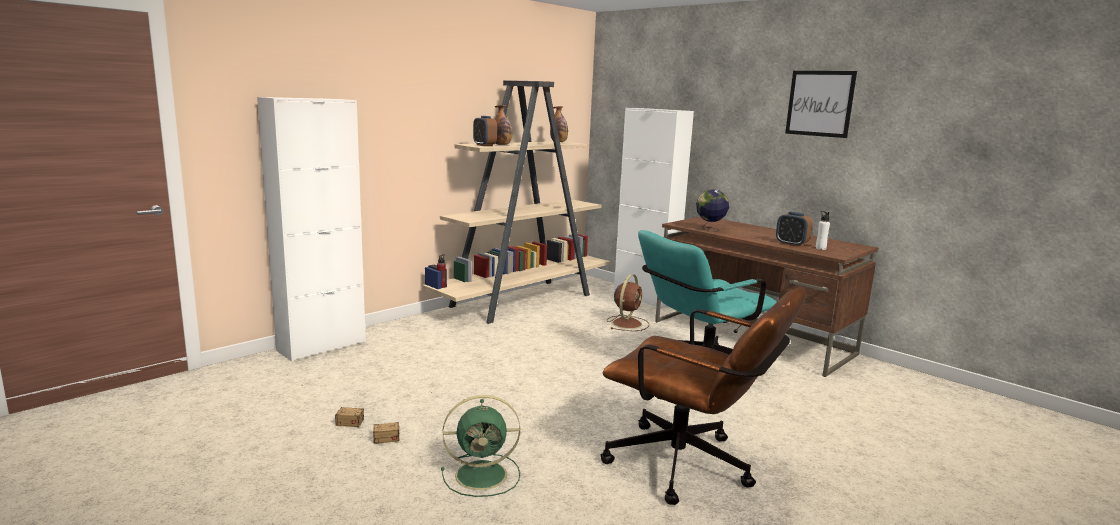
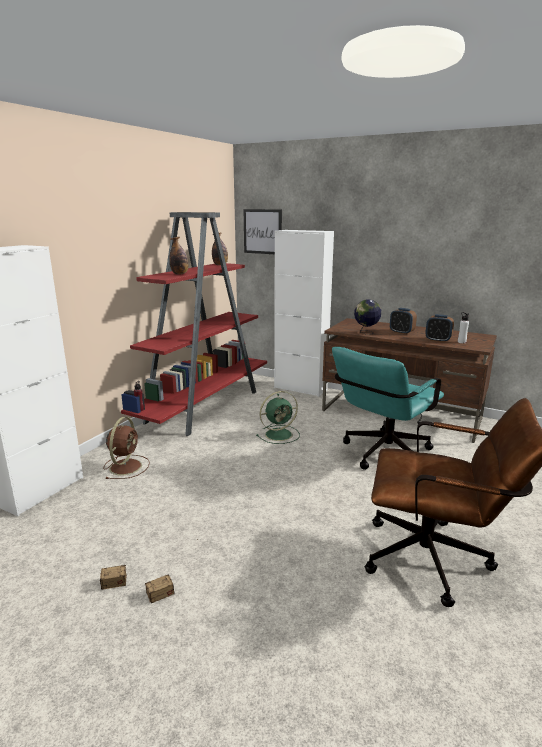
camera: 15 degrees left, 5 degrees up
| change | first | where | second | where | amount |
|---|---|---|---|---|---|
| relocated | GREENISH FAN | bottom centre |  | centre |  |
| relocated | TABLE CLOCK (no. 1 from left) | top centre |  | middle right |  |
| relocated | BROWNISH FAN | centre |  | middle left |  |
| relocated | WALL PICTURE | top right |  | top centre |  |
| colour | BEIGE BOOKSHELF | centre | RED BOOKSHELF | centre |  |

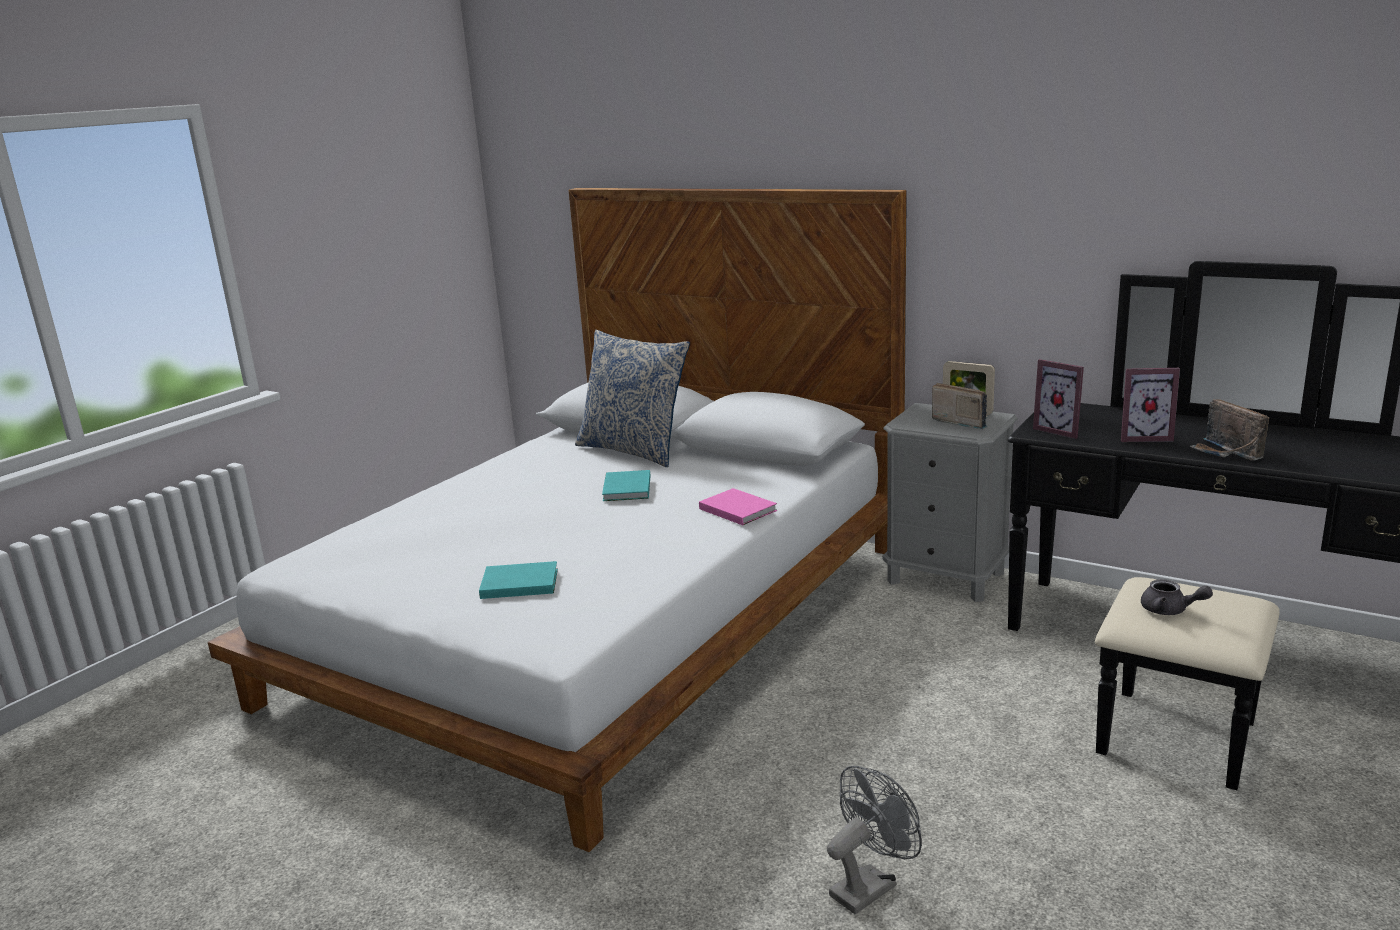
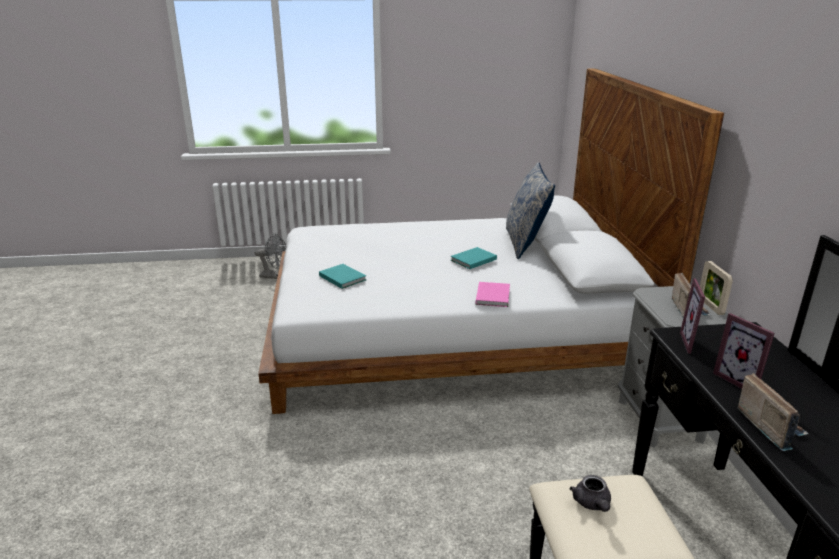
camera: 50 degrees right, 5 degrees up
| change | first | where | second | where | amount |
|---|---|---|---|---|---|
| relocated | GRAY FAN | bottom centre |  | middle left |  |
| spun | RADIO RECEIVER (no. 2 from left) | middle right |  | bottom right | 135 degrees clockwise |

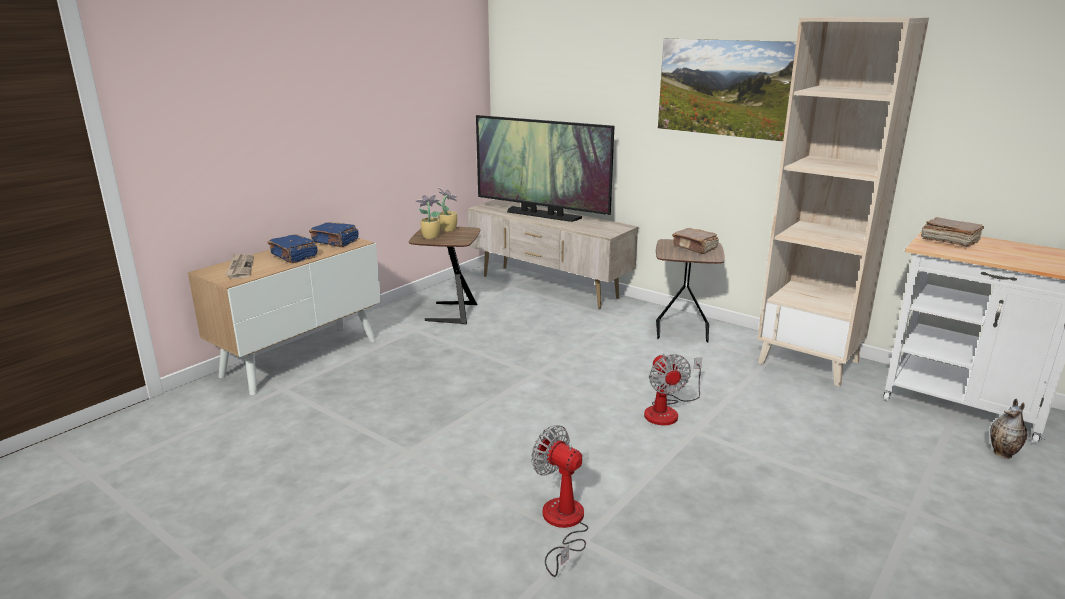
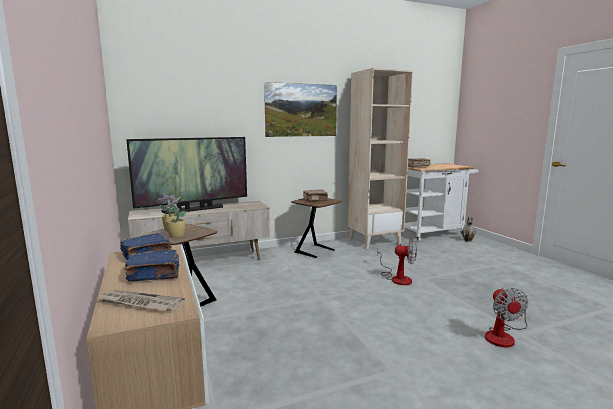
camera: 60 degrees left, 10 degrees down
| change | first | where | second | where | amount |
|---|---|---|---|---|---|
| spun | FAN (no. 1 from left in the first image) | bottom centre | FAN (no. 2 from left) | bottom right | 75 degrees counterclockwise |

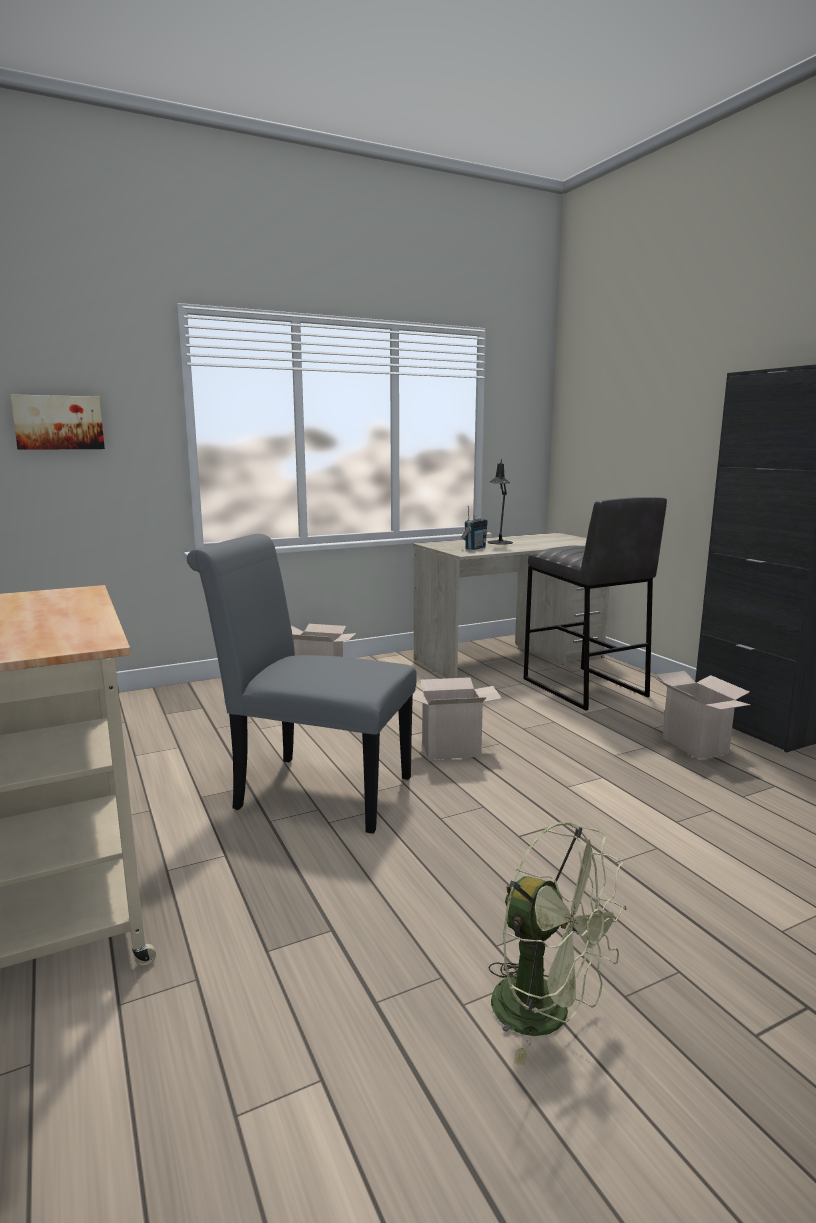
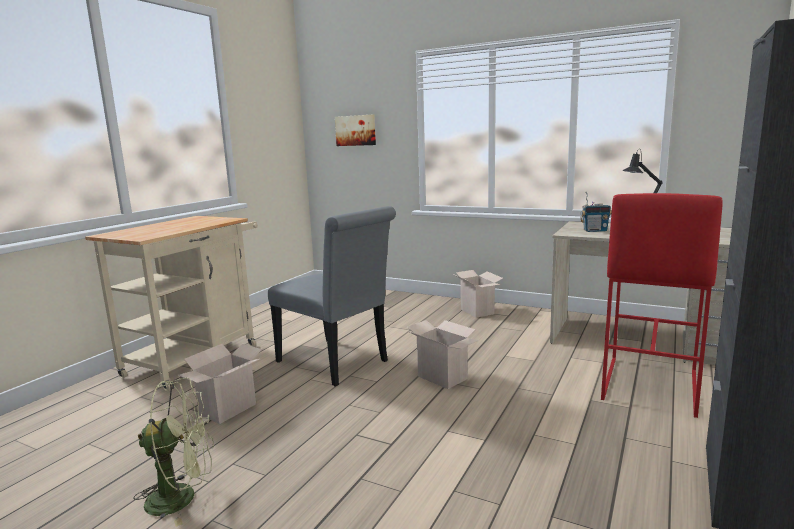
camera: 55 degrees right, 0 degrees up
| change | first | where | second | where | amount |
|---|---|---|---|---|---|
| relocated | PACKING BOX (no. 3 from left in the first image) | middle right | PACKING BOX (no. 1 from left) | bottom left |  |
| colour | GRAY SITTING STOOL | middle right | RED SITTING STOOL | middle right |  |
| spun | GRAY PLAIN CHAIR | centre |  | centre | 150 degrees clockwise |
| spun | GREENISH FAN | bottom right |  | bottom left | 105 degrees counterclockwise |

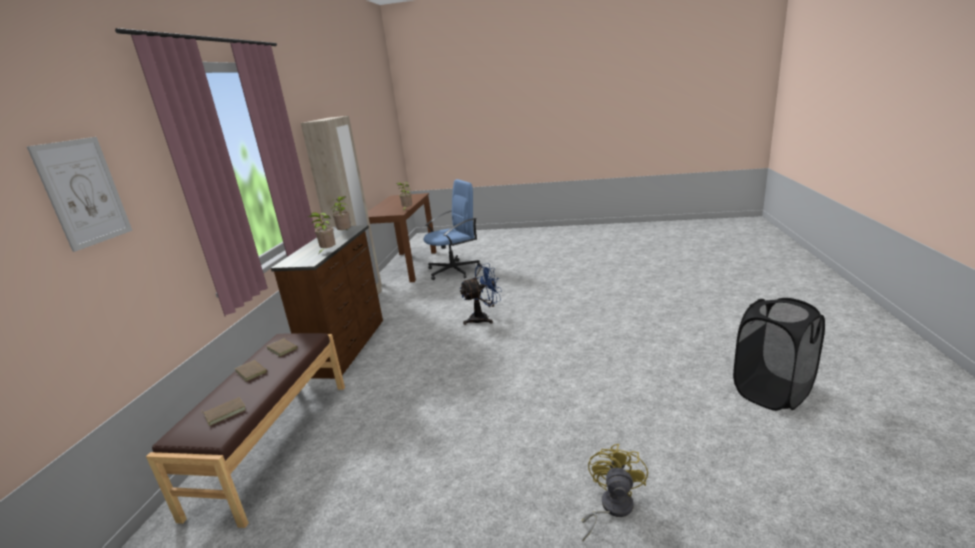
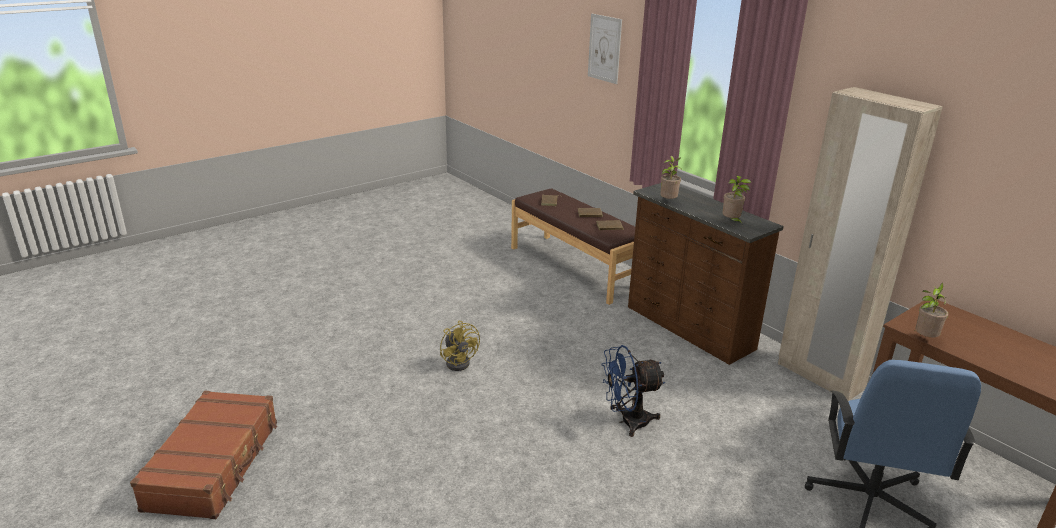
camera: 130 degrees right, 5 degrees up
| change | first | where | second | where | amount |
|---|---|---|---|---|---|
| relocated | YELLOWISH FAN | bottom centre |  | centre |  |
| exchanged | BLACK-COLOURED WASHING BASKET | middle right | BROWNISH SUITCASE | bottom left |  |
| spun | BLUISH FAN | centre |  | bottom centre | 60 degrees clockwise |

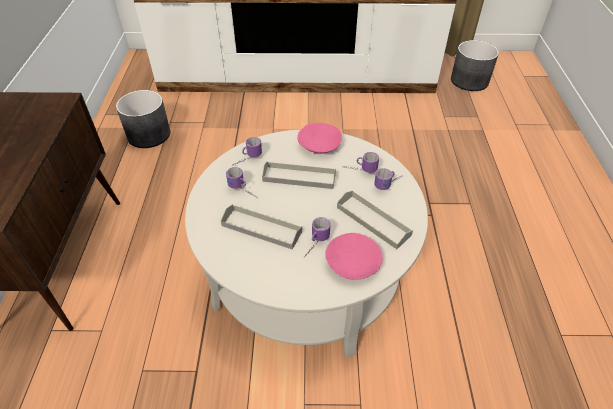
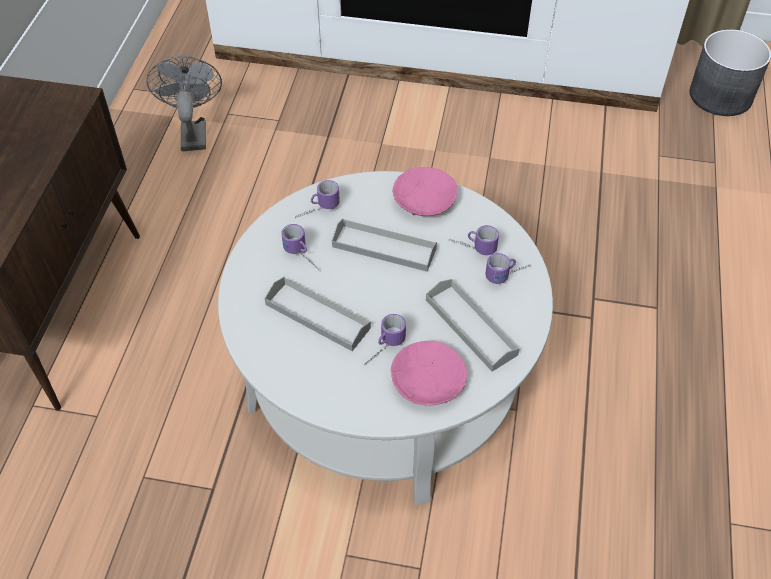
camera: 10 degrees right, 5 degrees up
| change | first | where | second | where | amount |
|---|---|---|---|---|---|
| exchanged | GRAY PLANTER (no. 1 from left) | top left | GRAY FAN | top left |  |

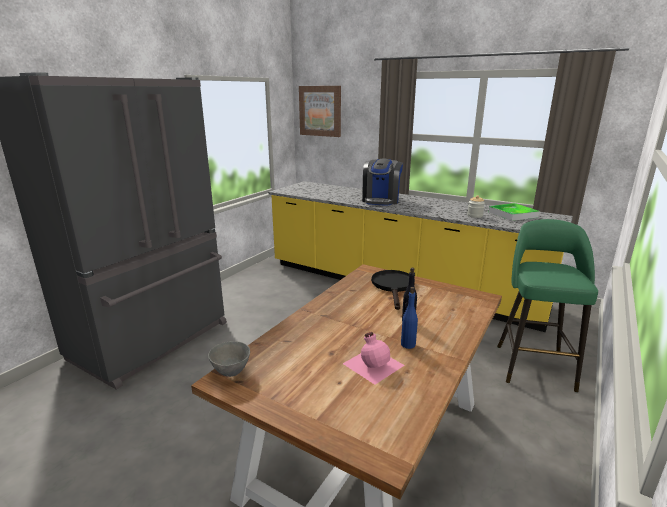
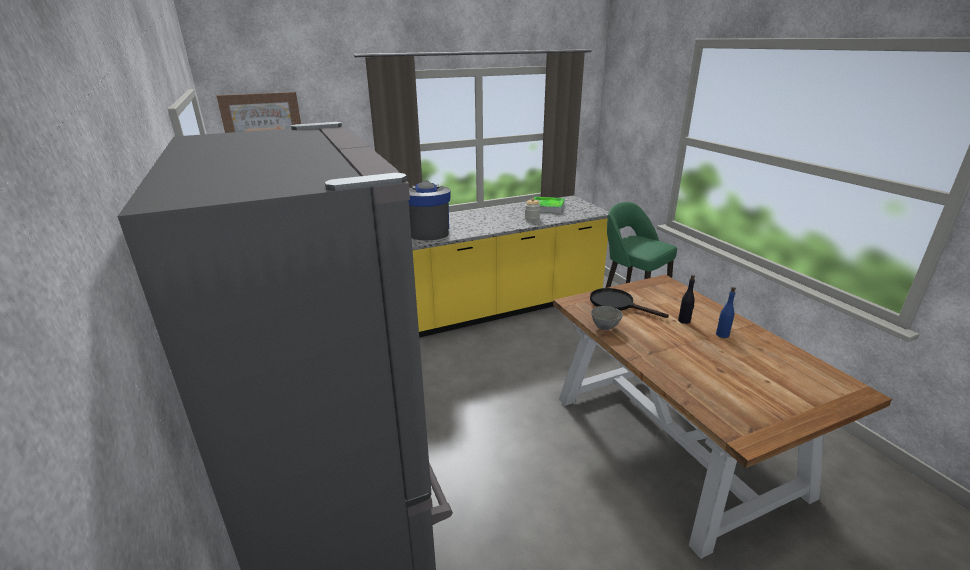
camera: 55 degrees left, 5 degrees up
| change | first | where | second | where | amount |
|---|---|---|---|---|---|
| missing | PINKISH BEVERAGE BOTTLE | bottom centre |  |  |  |
| relocated | GRAY BOWL | bottom centre |  | centre |  |
| spun | COFFEE MACHINE | centre |  | centre | 150 degrees counterclockwise |

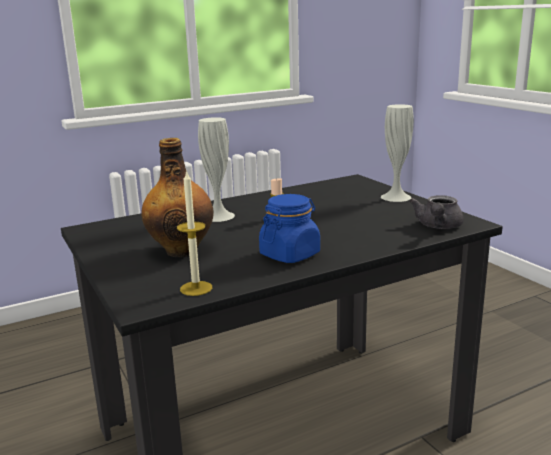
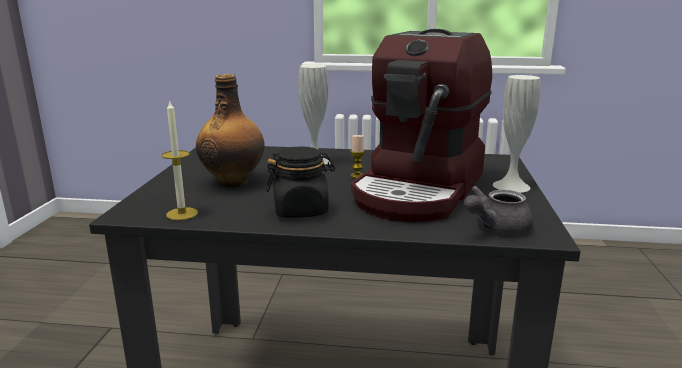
camera: 35 degrees right, 0 degrees up
| change | first | where | second | where | amount |
|---|---|---|---|---|---|
| appeared |  |  | COFFEE MACHINE | centre |  |
| colour | BLUISH STORAGE JAR | centre | BLACK-COLOURED STORAGE JAR | centre |  |

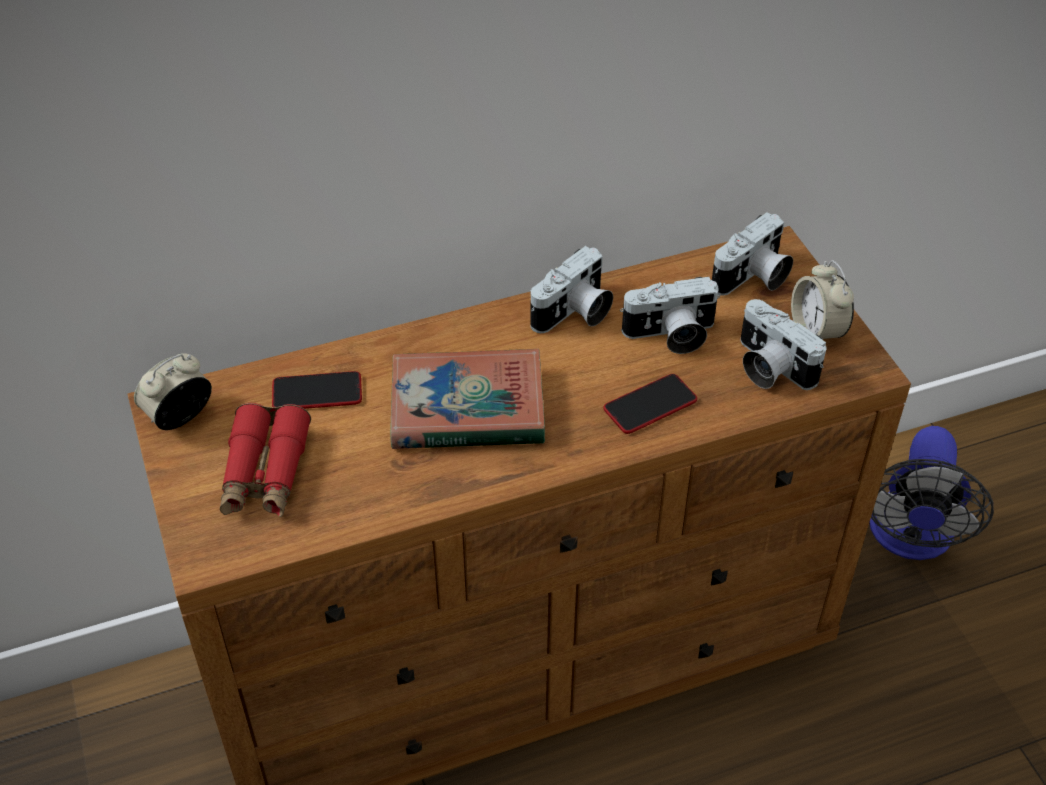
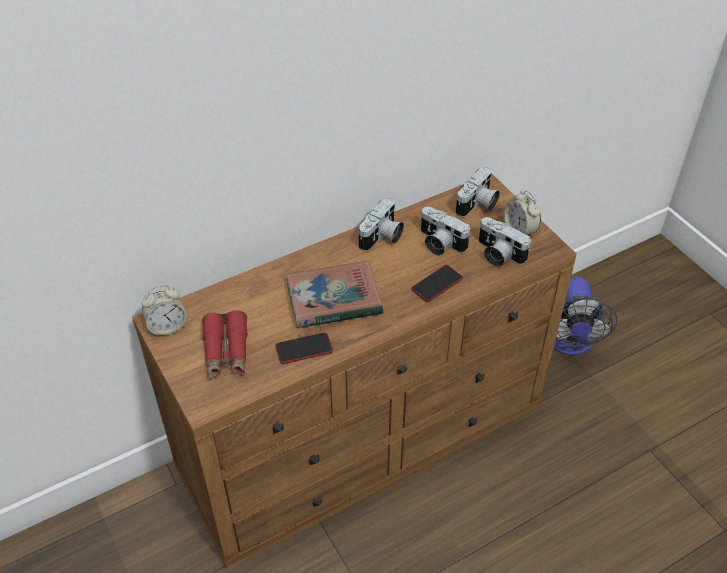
camera: 10 degrees left, 0 degrees up
| change | first | where | second | where | amount |
|---|---|---|---|---|---|
| relocated | PHONE (no. 1 from left) | middle left |  | centre |  |
| spun | TABLE CLOCK (no. 1 from left) | middle left |  | middle left | 150 degrees counterclockwise |
| spun | STILL CAMERA (no. 2 from left) | centre |  | centre | 60 degrees clockwise |

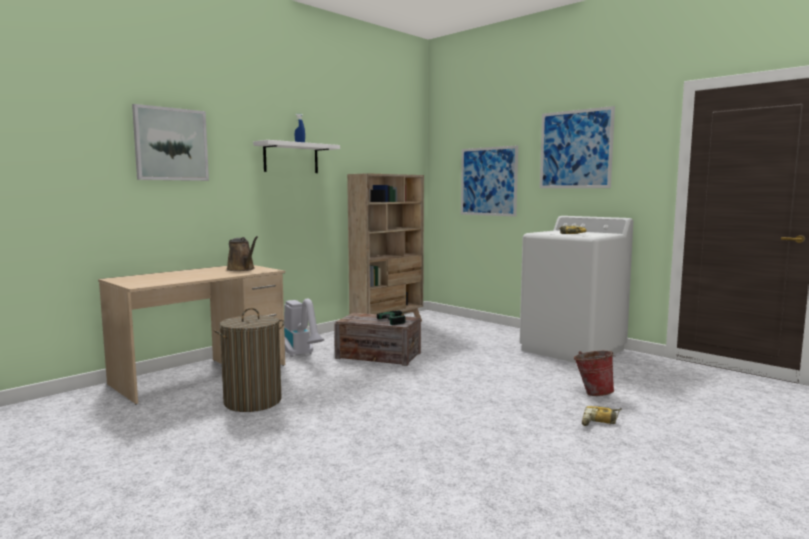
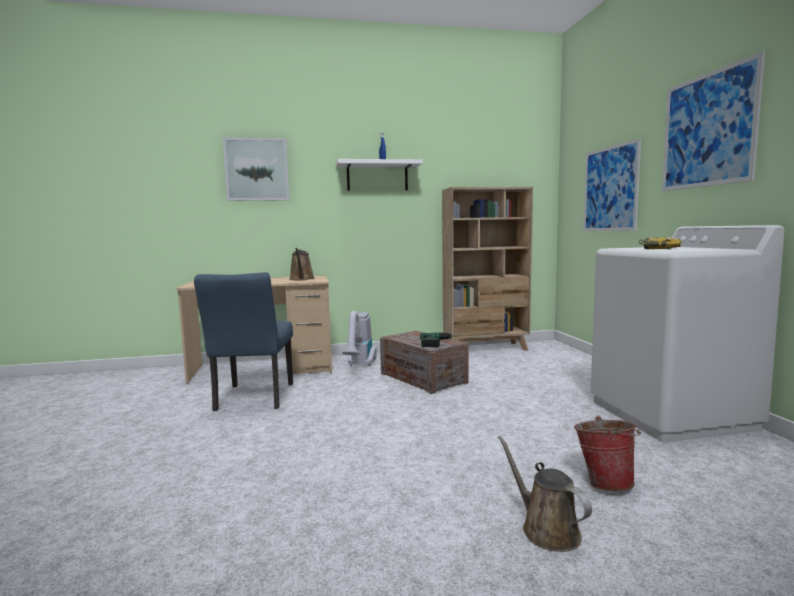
camera: 35 degrees right, 0 degrees up
| change | first | where | second | where | amount |
|---|---|---|---|---|---|
| exchanged | WASHING BASKET | bottom left | BLUISH PLAIN CHAIR | middle left |  |
| exchanged | POWER DRILL (no. 3 from left) | bottom right | BROWNISH SPRINKLING CAN (no. 2 from left) | bottom right |  |

